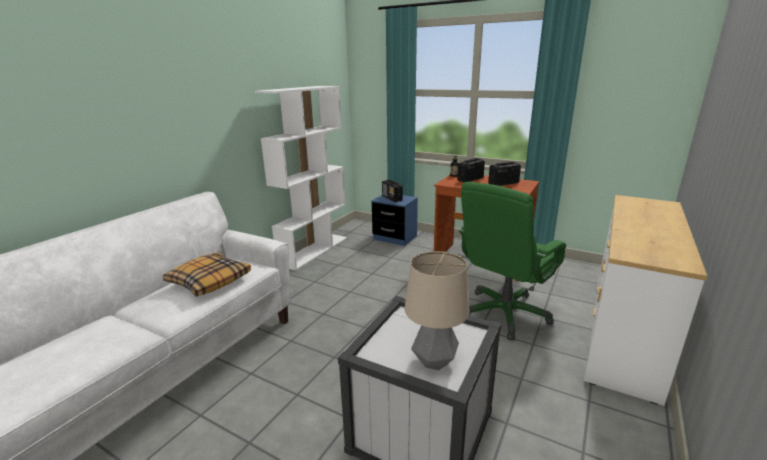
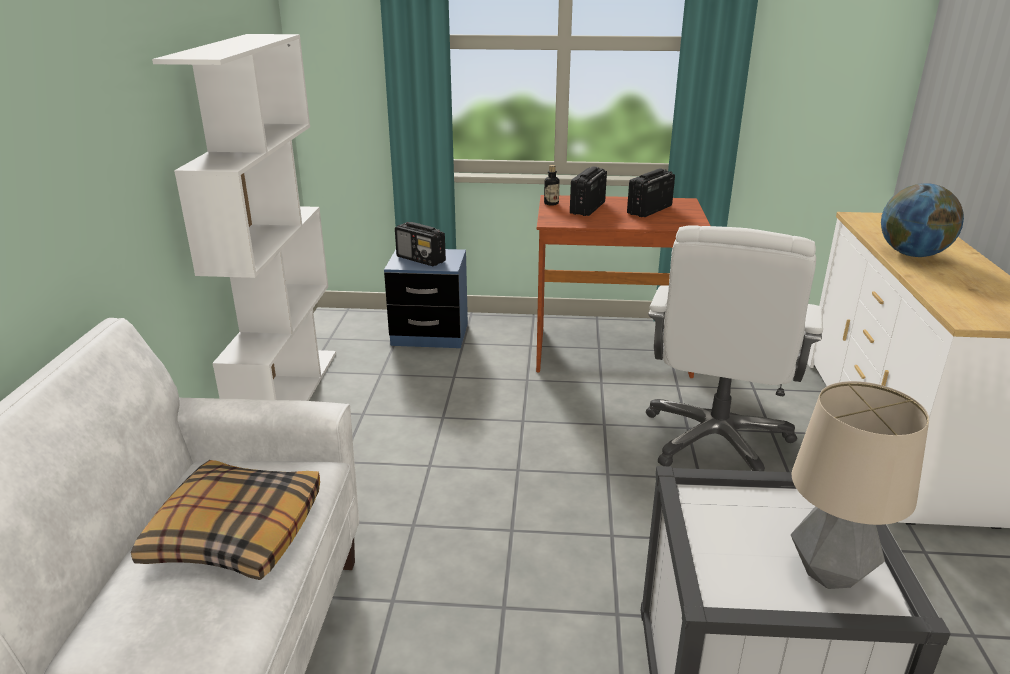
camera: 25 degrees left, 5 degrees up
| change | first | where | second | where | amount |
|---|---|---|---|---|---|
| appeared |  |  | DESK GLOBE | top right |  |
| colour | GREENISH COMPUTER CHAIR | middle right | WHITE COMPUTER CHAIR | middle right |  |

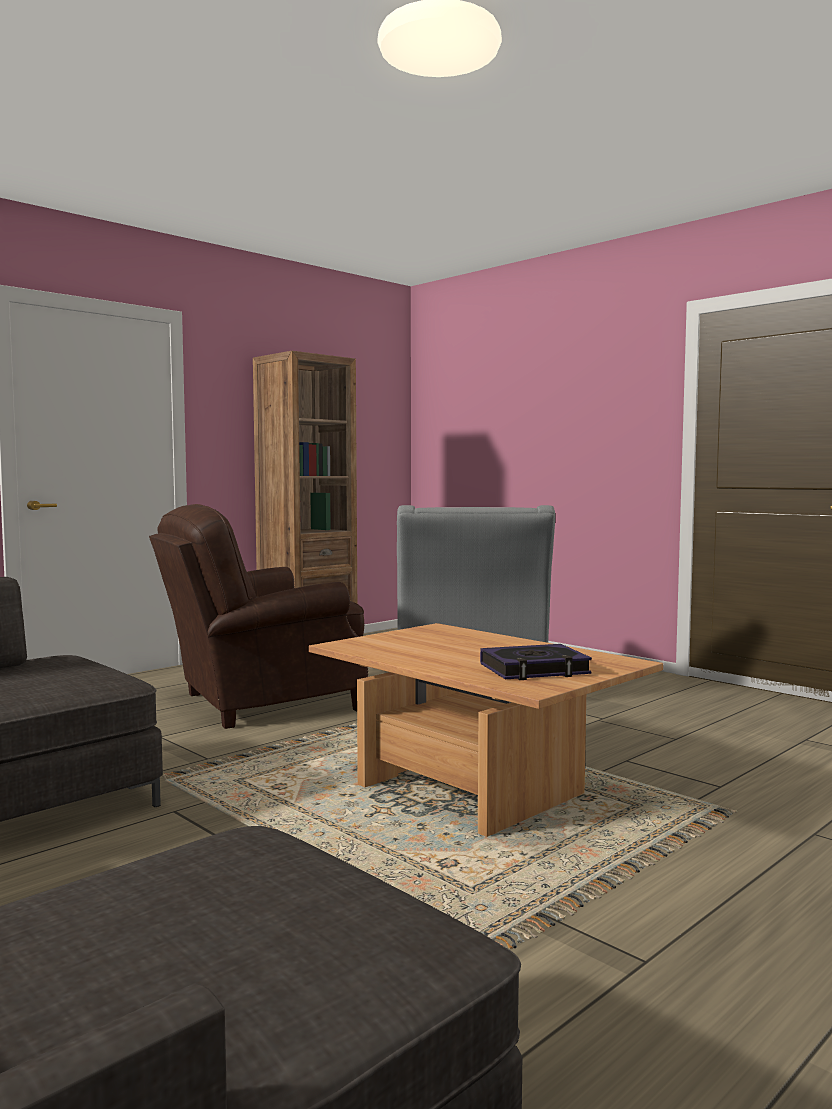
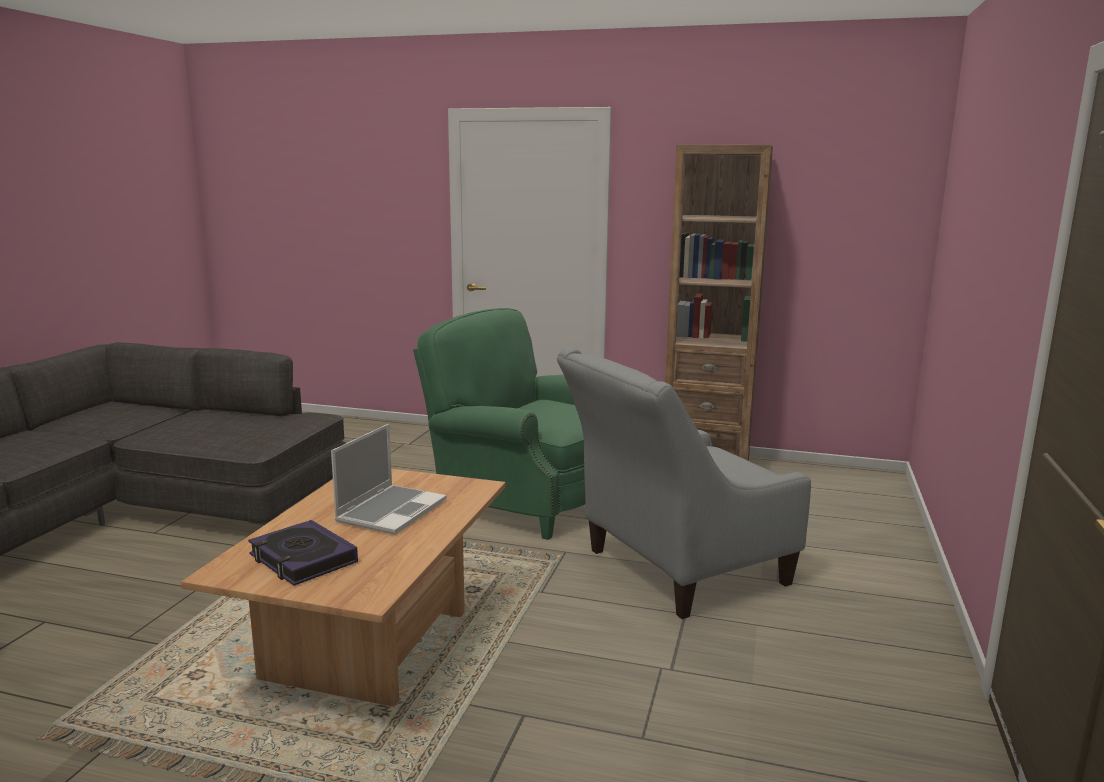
camera: 60 degrees right, 10 degrees up
| change | first | where | second | where | amount |
|---|---|---|---|---|---|
| appeared |  |  | LAPTOP | centre |  |
| colour | BROWNISH ARMCHAIR | middle left | GREENISH ARMCHAIR | centre |  |

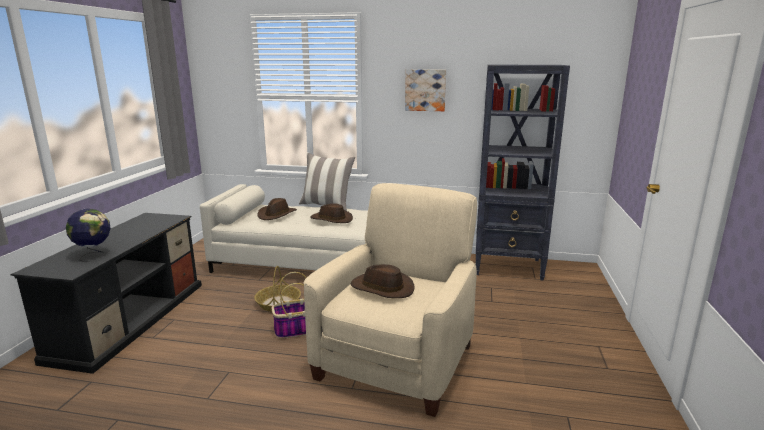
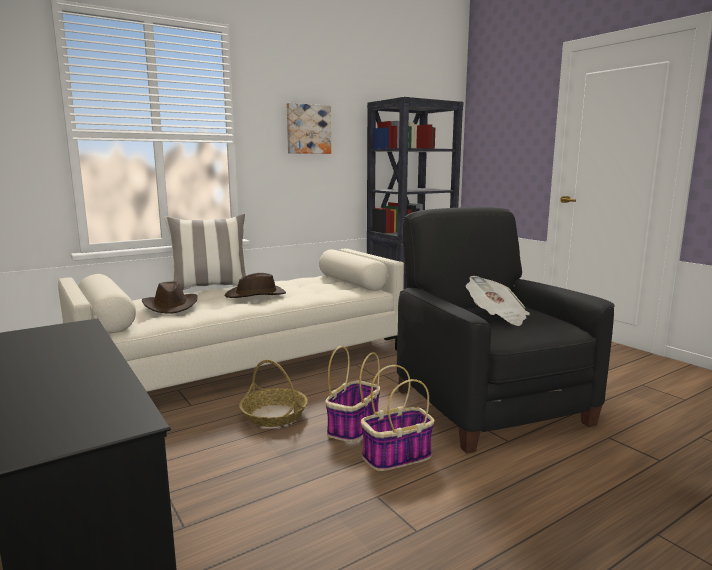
camera: 45 degrees left, 5 degrees down
| change | first | where | second | where | amount |
|---|---|---|---|---|---|
| missing | DESK GLOBE | middle left |  |  |  |
| appeared |  |  | BASKET (no. 3 from left) | bottom centre |  |
| exchanged | BROWNISH CLOTHING HAT (no. 3 from left) | centre | NEWSPAPER | middle right |  |
| colour | BEIGE ARMCHAIR | bottom centre | BLACK-COLOURED ARMCHAIR | middle right |  |

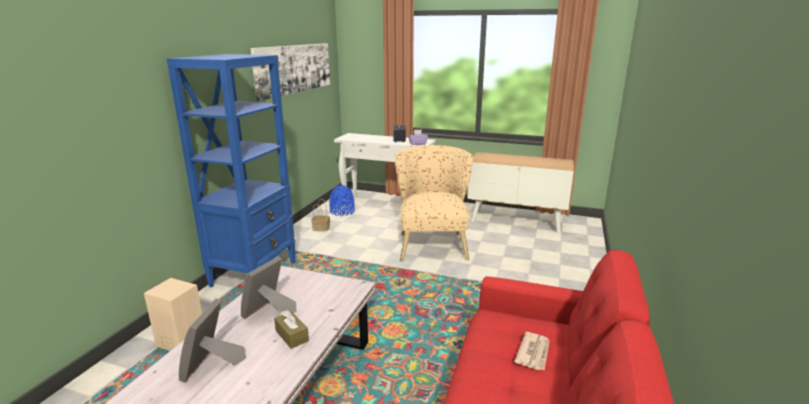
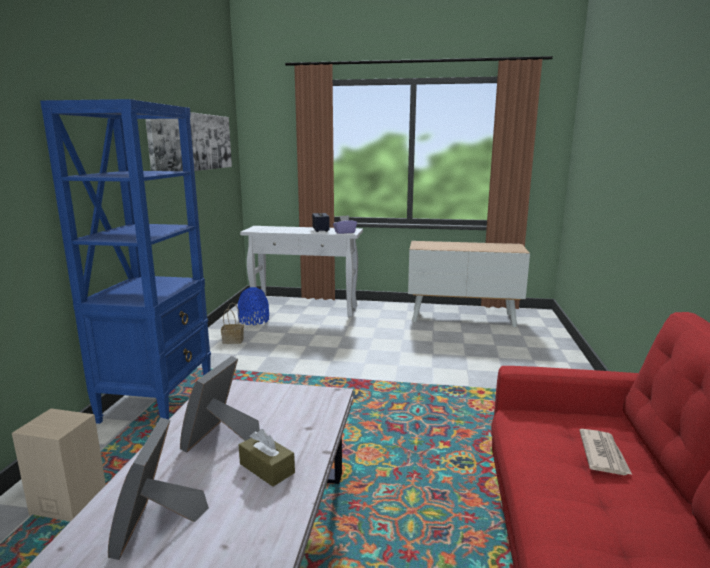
camera: 10 degrees left, 5 degrees down
| change | first | where | second | where | amount |
|---|---|---|---|---|---|
| missing | BEIGE ARMCHAIR | centre |  |  |  |

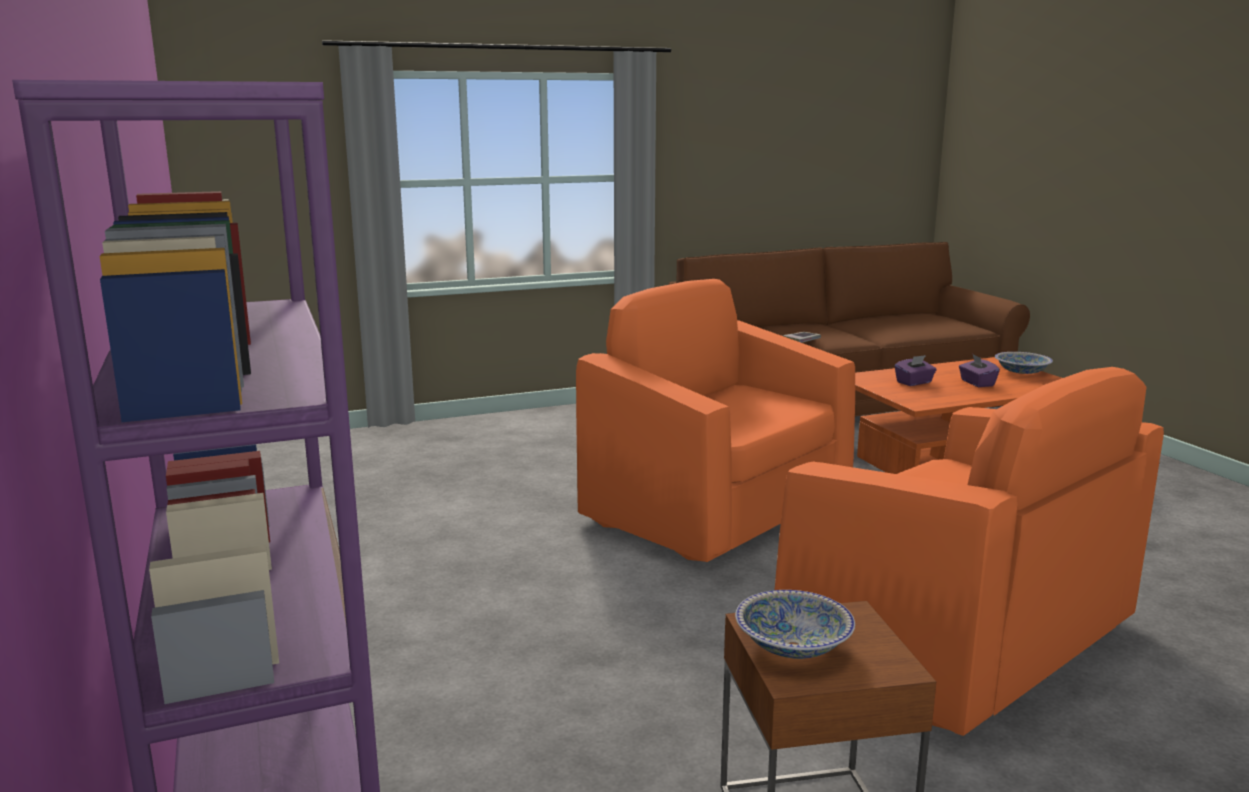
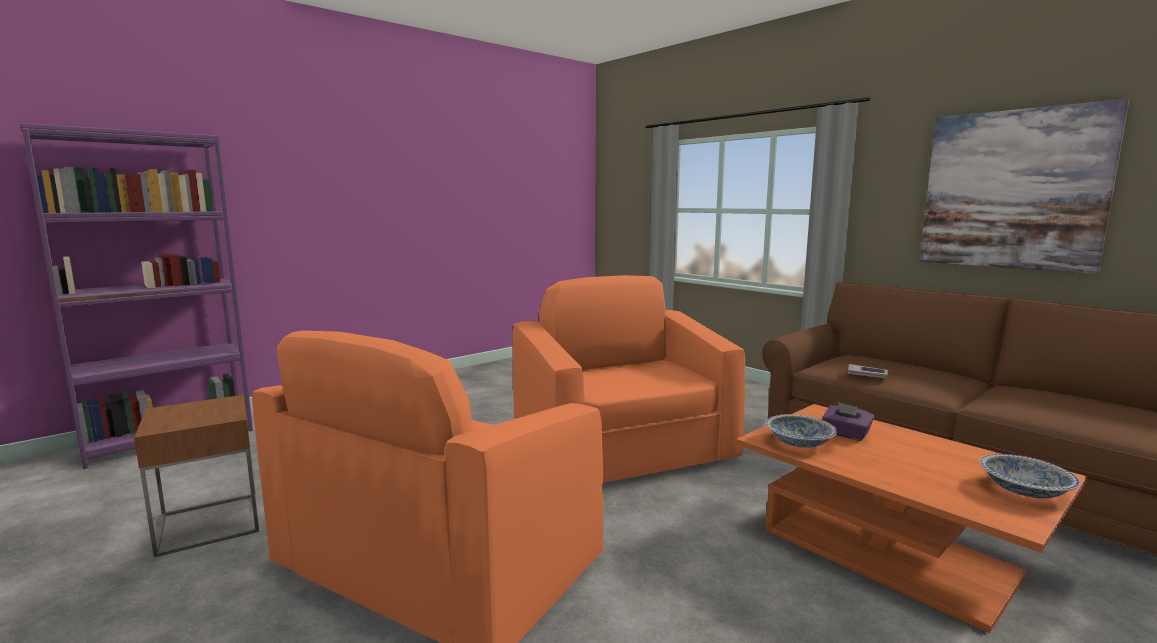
camera: 70 degrees right, 5 degrees down
| change | first | where | second | where | amount |
|---|---|---|---|---|---|
| missing | PURPLE-COLOURED TISSUE BOX (no. 2 from left) | middle right |  |  |  |
| appeared |  |  | WALL PICTURE | top right |  |
| relocated | BOWL (no. 1 from left) | bottom centre |  | bottom right |  |
| spun | ORANGE-COLOURED ARMCHAIR (no. 1 from left in the first image) | centre | ORANGE-COLOURED ARMCHAIR (no. 2 from left) | centre | 45 degrees counterclockwise |

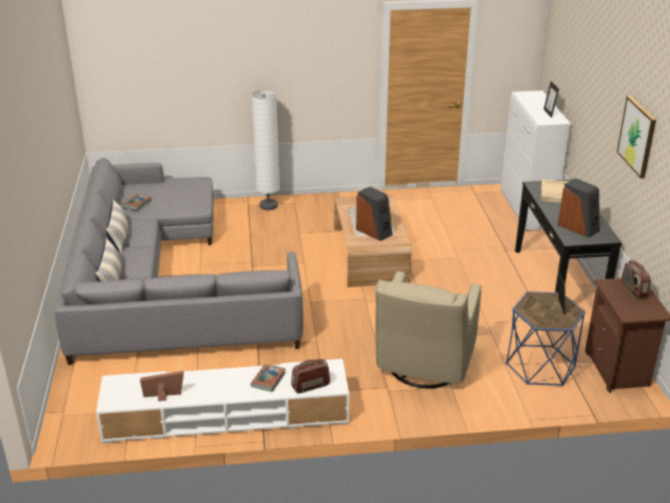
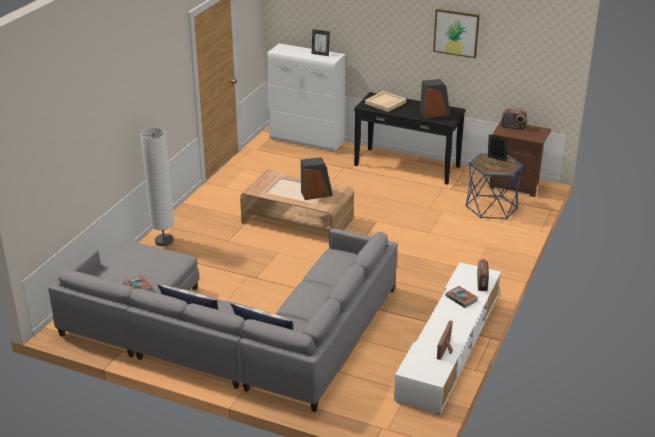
camera: 60 degrees left, 0 degrees up
| change | first | where | second | where | amount |
|---|---|---|---|---|---|
| missing | BEIGE ARMCHAIR | centre |  |  |  |

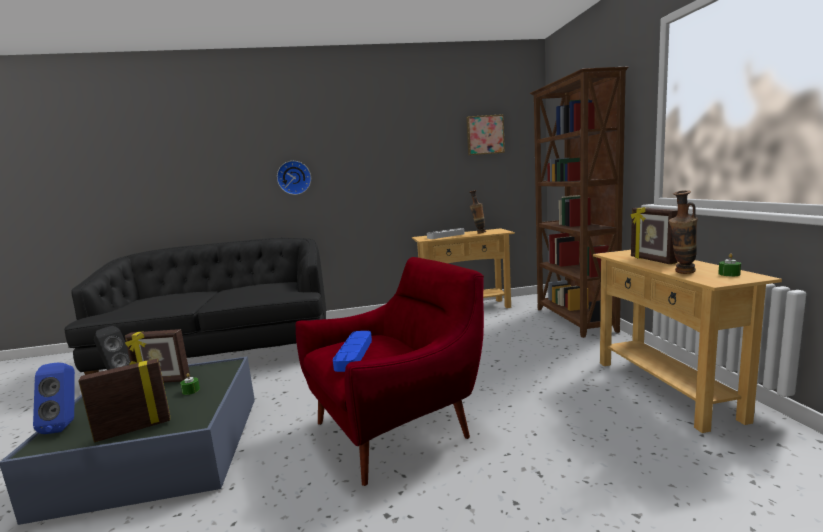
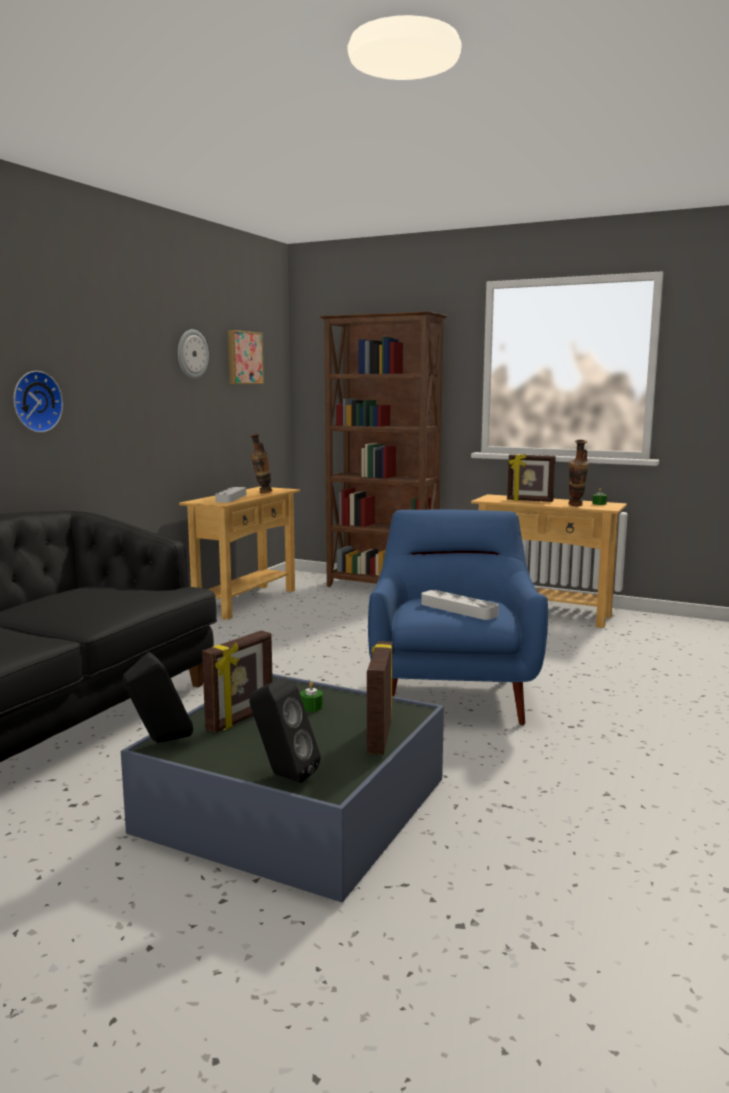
camera: 55 degrees left, 0 degrees up
| change | first | where | second | where | amount |
|---|---|---|---|---|---|
| appeared |  |  | WALL CLOCK (no. 2 from left) | top left |  |
| colour | BLUISH AUDIO SPEAKER | bottom left | BLACK-COLOURED AUDIO SPEAKER (no. 2 from left) | bottom centre |  |
| colour | RED ARMCHAIR | bottom centre | BLUISH ARMCHAIR | centre |  |
| colour | BLUISH TRAY | centre | GRAY TRAY (no. 2 from left) | centre |  |

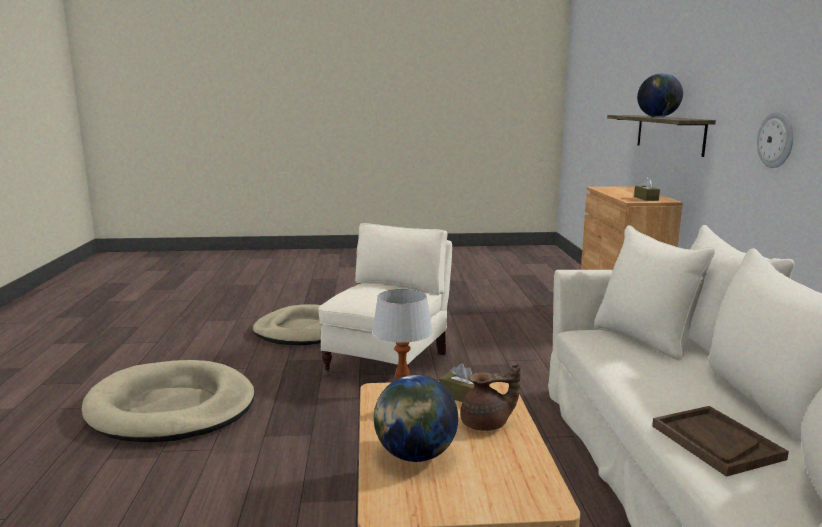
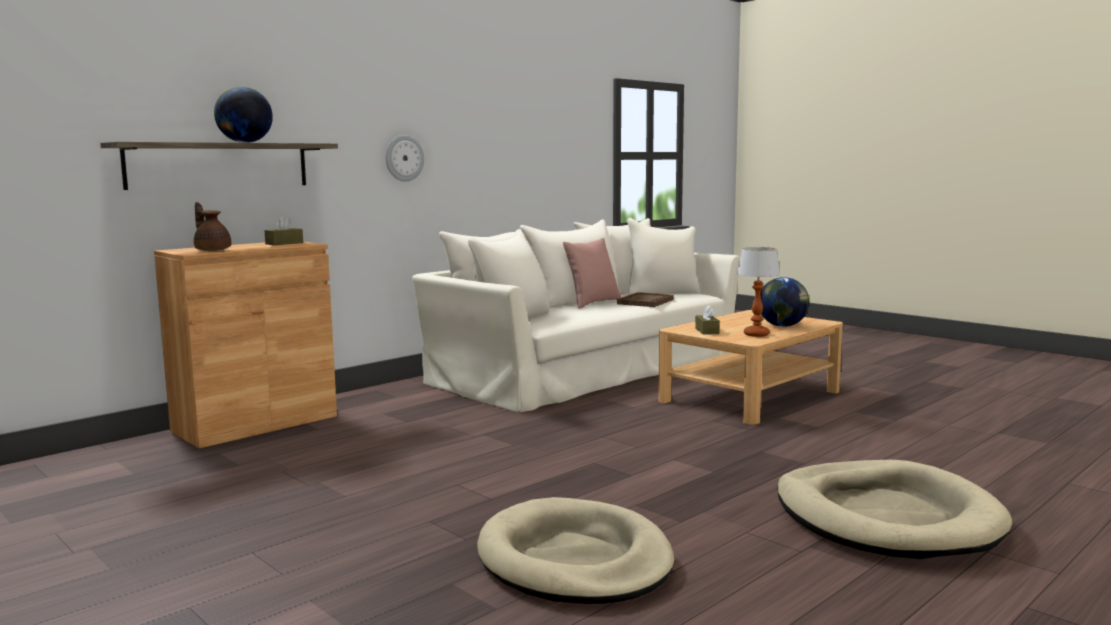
camera: 130 degrees left, 5 degrees down
| change | first | where | second | where | amount |
|---|---|---|---|---|---|
| missing | BEIGE ARMCHAIR | centre |  |  |  |
| appeared |  |  | PINKISH PILLOW | centre |  |
| relocated | BROWNISH TEA POT | bottom centre |  | middle left |  |

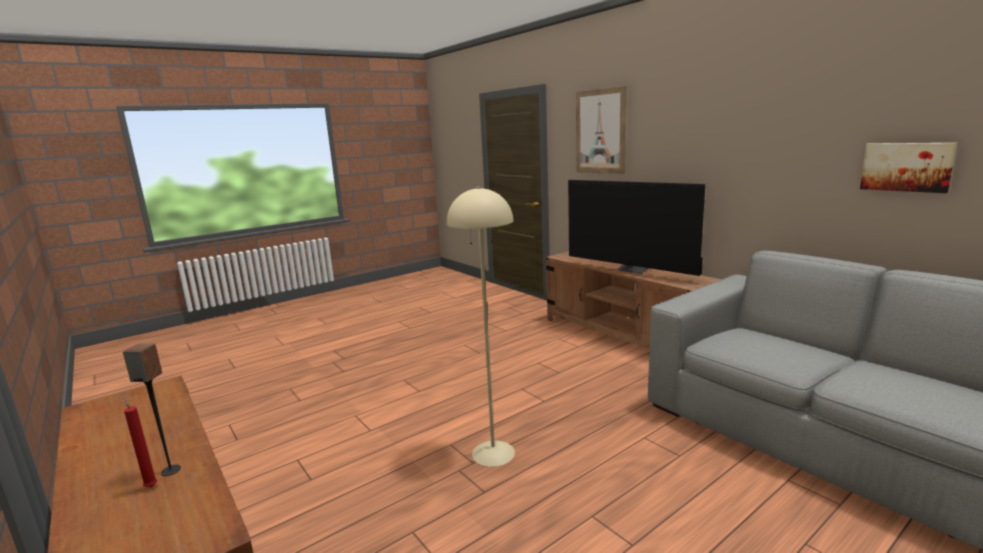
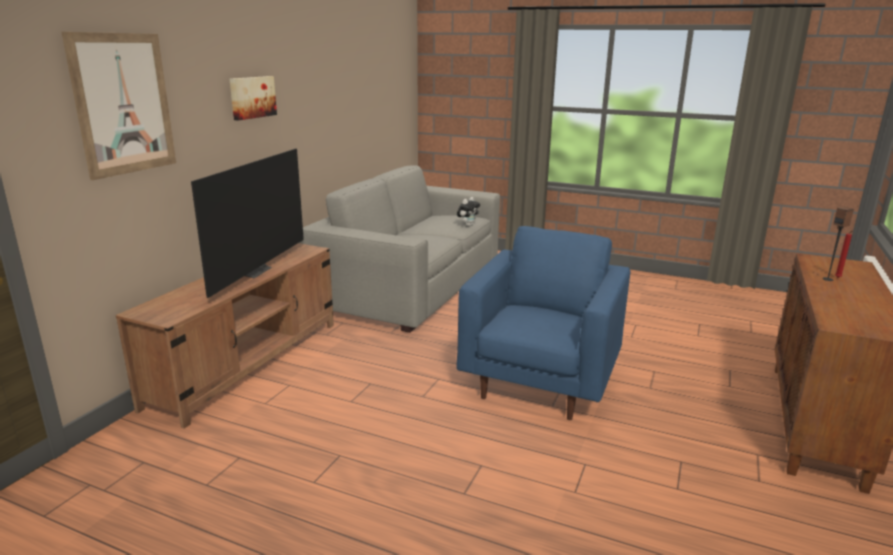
camera: 120 degrees left, 5 degrees up
| change | first | where | second | where | amount |
|---|---|---|---|---|---|
| appeared |  |  | PLUSH TOY | centre |  |
| relocated | WALL PICTURE (no. 2 from left) | top right |  | top left |  |
| exchanged | BEIGE STANDING LAMP | centre | BLUISH ARMCHAIR | centre |  |

